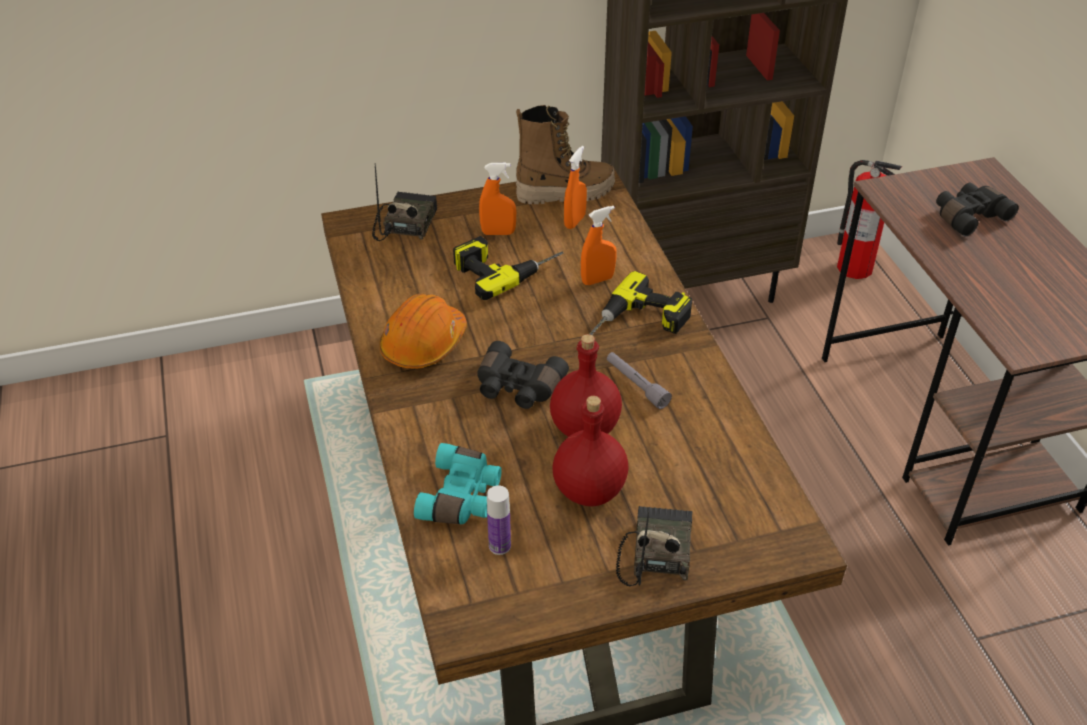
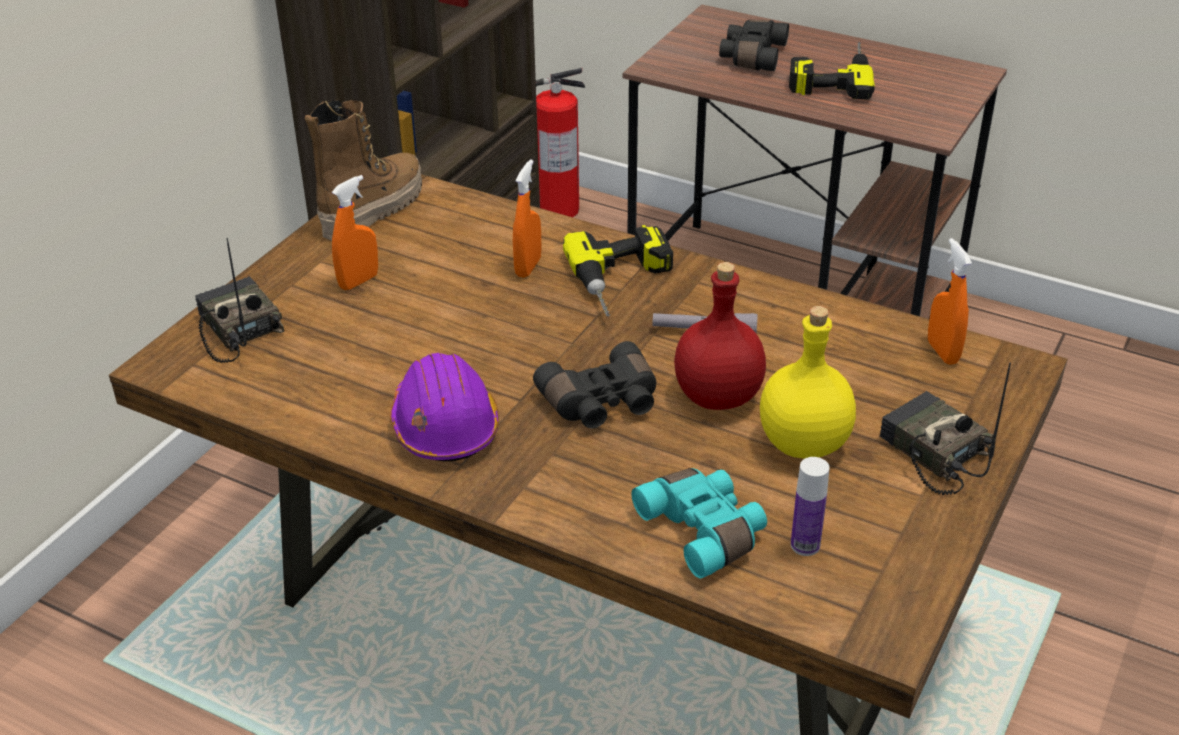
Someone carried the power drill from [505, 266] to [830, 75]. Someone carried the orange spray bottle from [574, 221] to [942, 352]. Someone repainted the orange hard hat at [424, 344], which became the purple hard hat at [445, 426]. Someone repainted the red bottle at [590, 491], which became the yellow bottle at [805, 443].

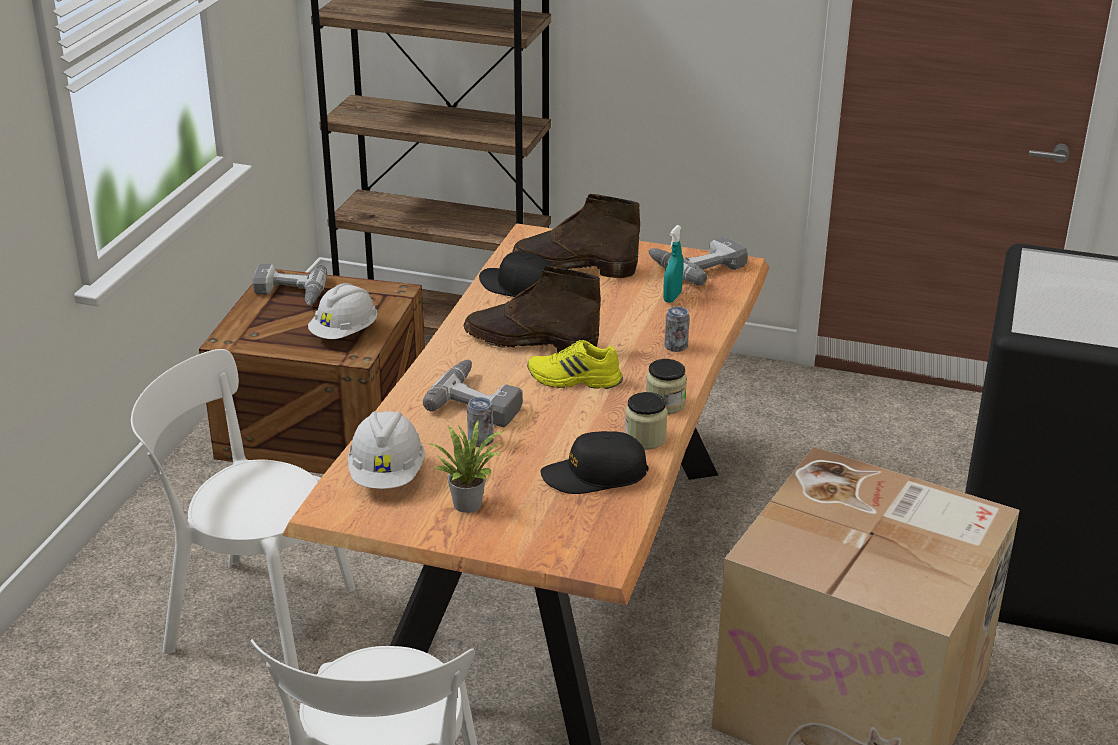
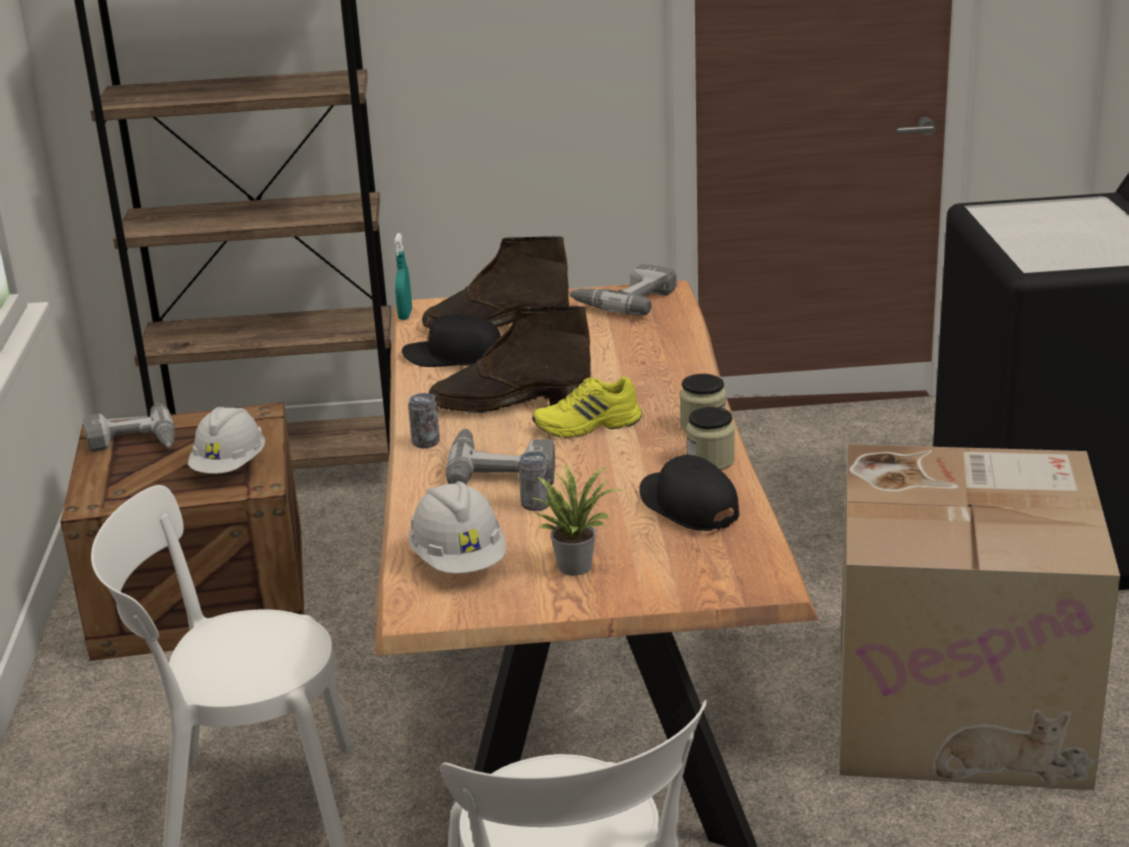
Someone carried the turquoise spray bottle from [672, 297] to [405, 315]. Someone carried the can from [676, 346] to [426, 442]. Someone rotated the black cap at [594, 475] by 90 degrees clockwise.

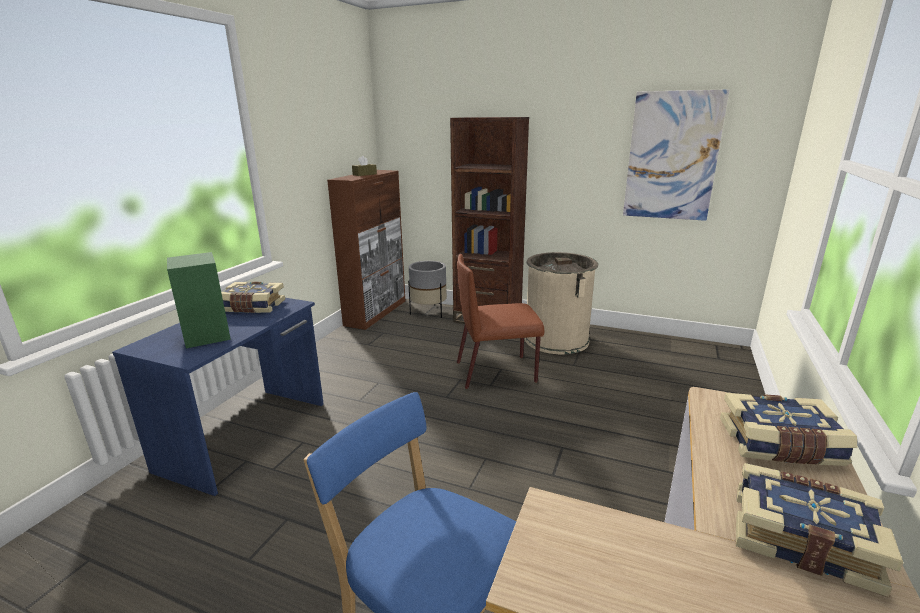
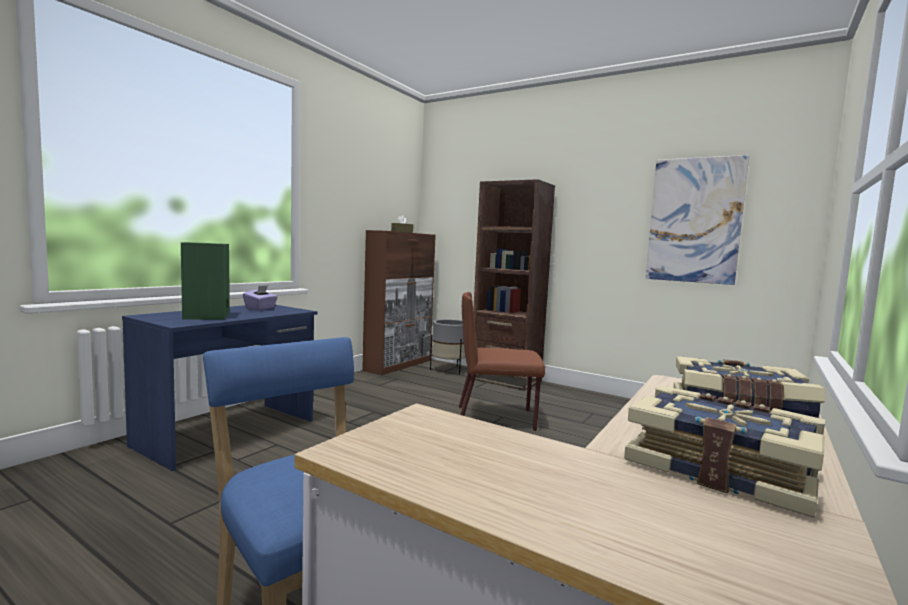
Someone took away the beige trash can at [556, 339]. Someone swapped the book at [252, 307] for the purple tissue box at [261, 308].

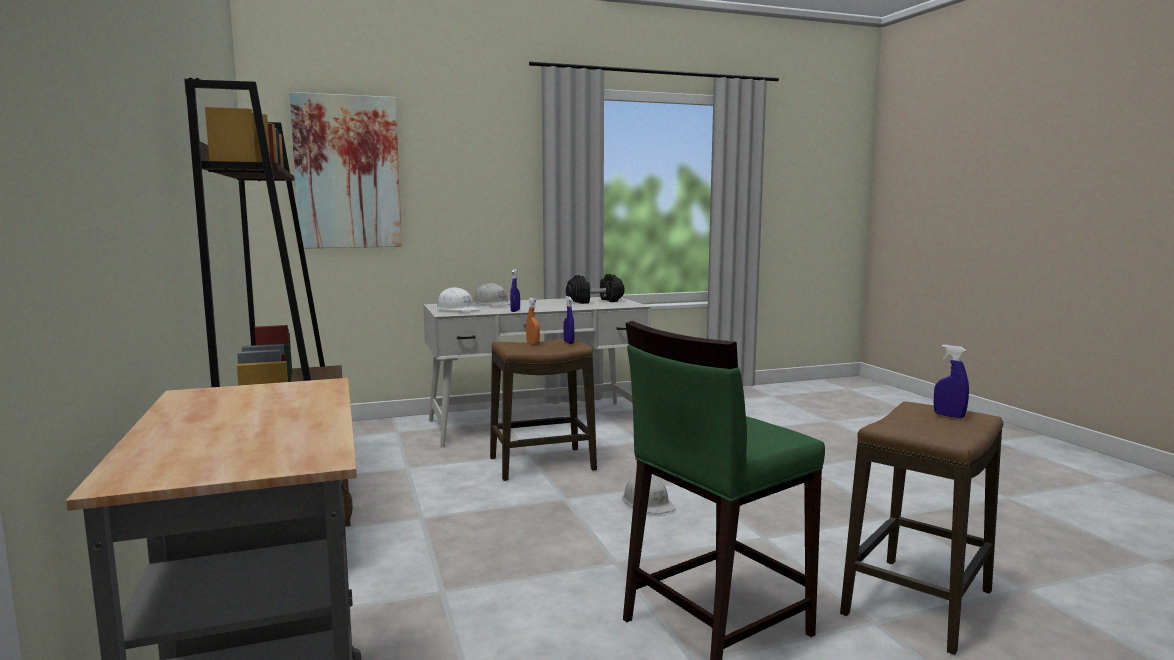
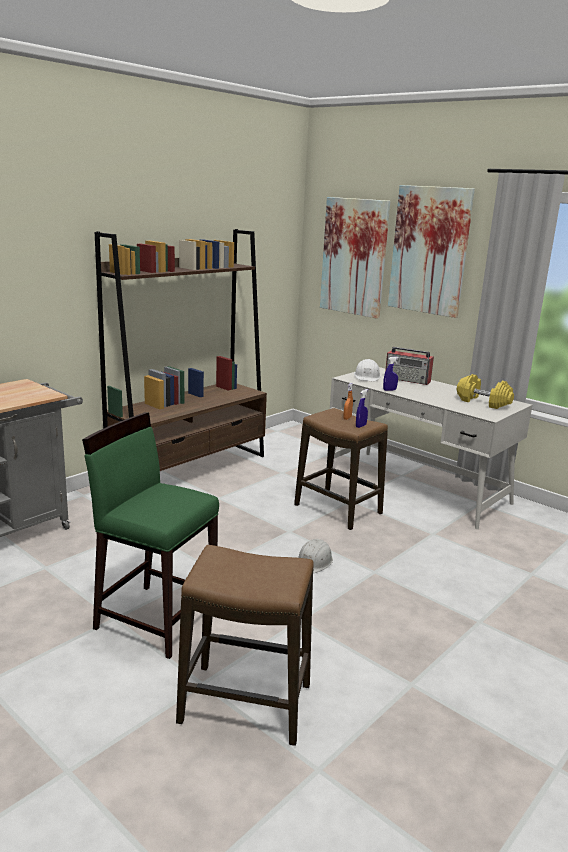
Someone took away the blue spray bottle at [949, 415]. Someone put up the picture at [429, 251]. Someone swapped the white hard hat at [492, 304] for the radio at [408, 380]. Someone repainted the black dumbbell at [595, 301], which became the yellow dumbbell at [483, 402].

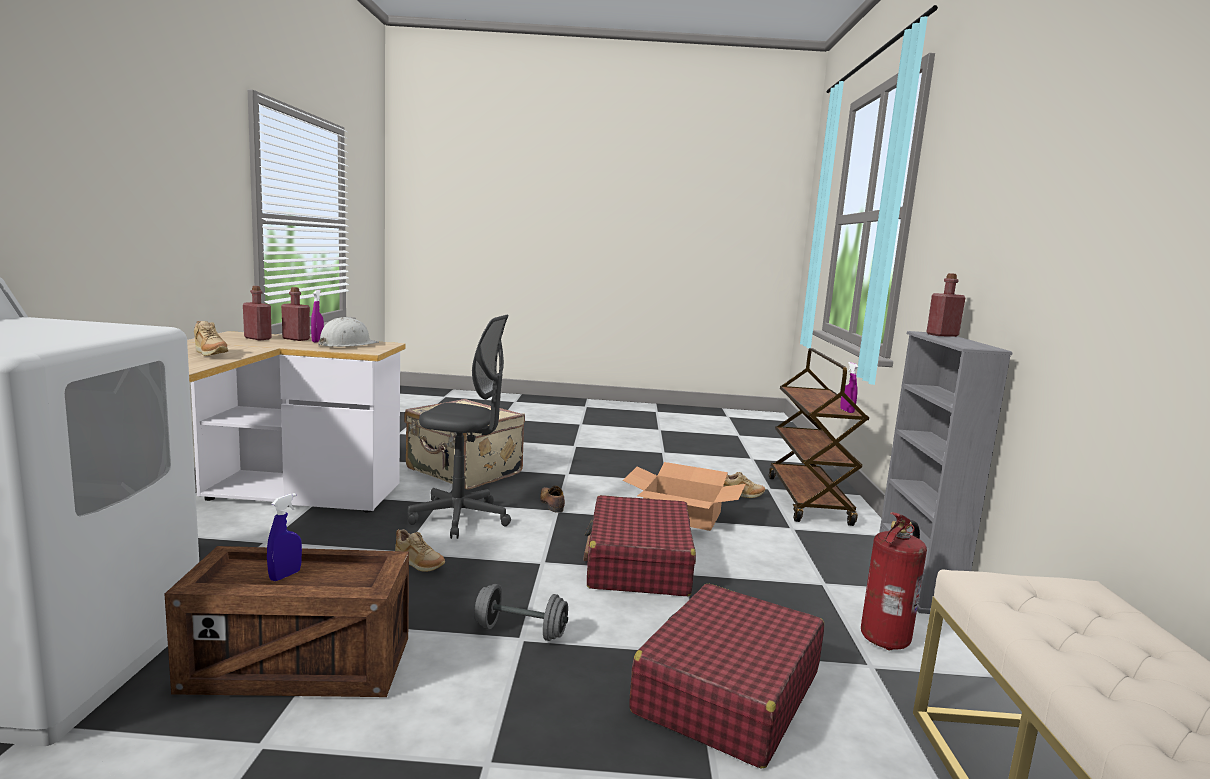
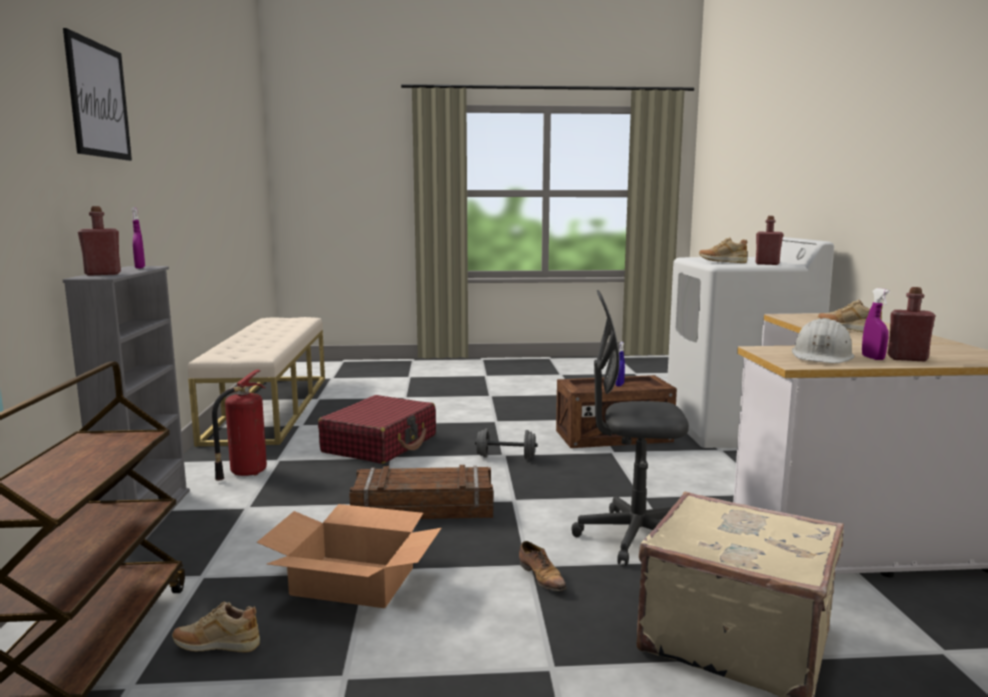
Someone put up the picture at [98, 100]. Someone carried the red bottle from [257, 338] to [767, 264]. Someone carried the beige shoe from [419, 566] to [722, 262]. Someone carried the purple spray bottle from [847, 411] to [140, 268]. Someone swapped the red suitcase at [638, 564] for the crate at [423, 507].

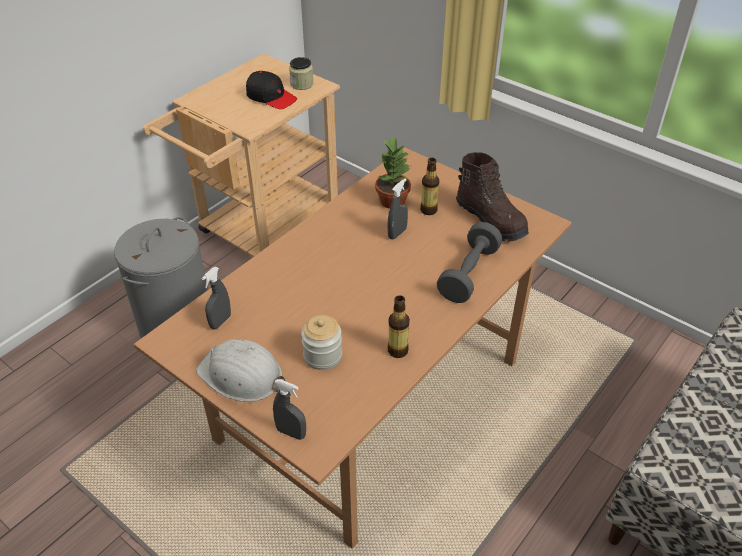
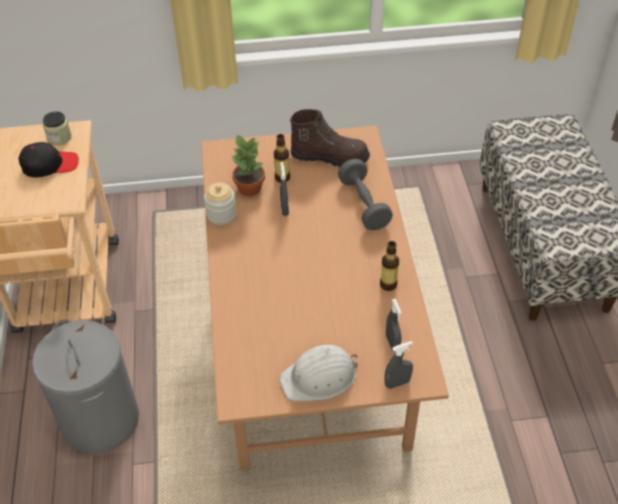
Someone carried the grey spray bottle from [220, 321] to [392, 343]. Someone carried the jar from [322, 356] to [221, 215].

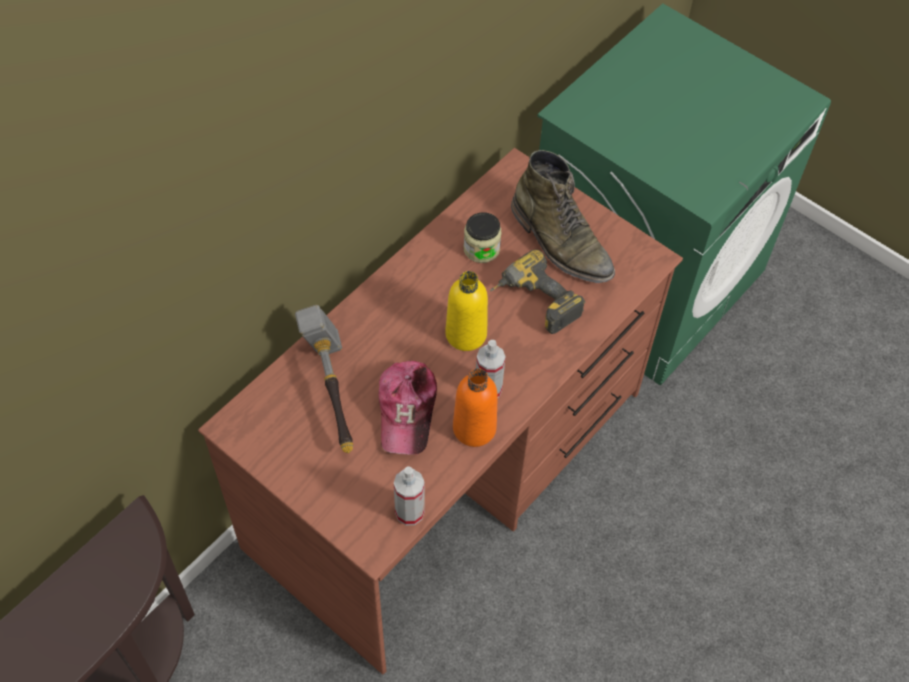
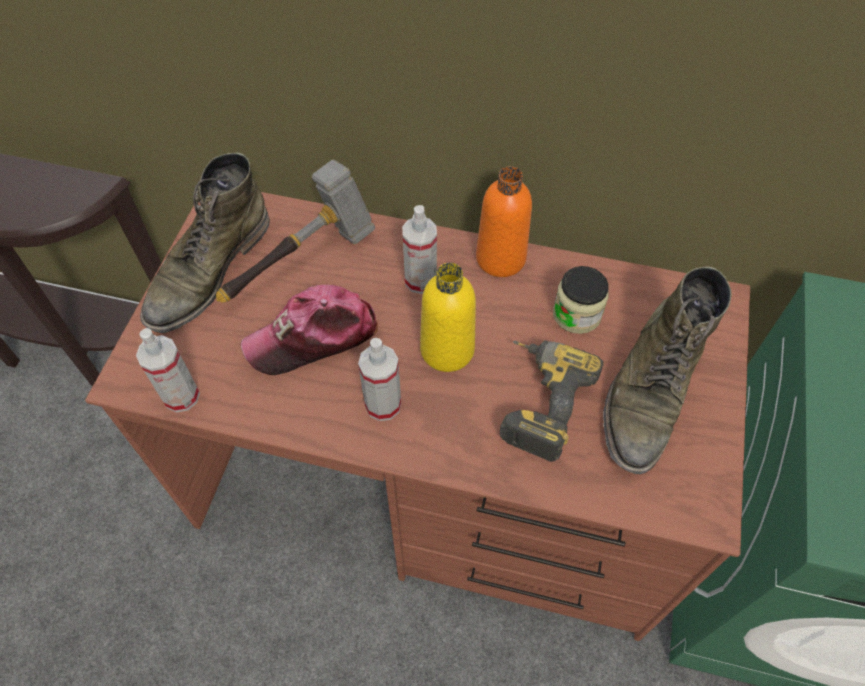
Someone put down the green boot at [208, 270]. Someone put down the spray bottle at [420, 280]. Someone carried the orange bottle from [474, 428] to [500, 258].

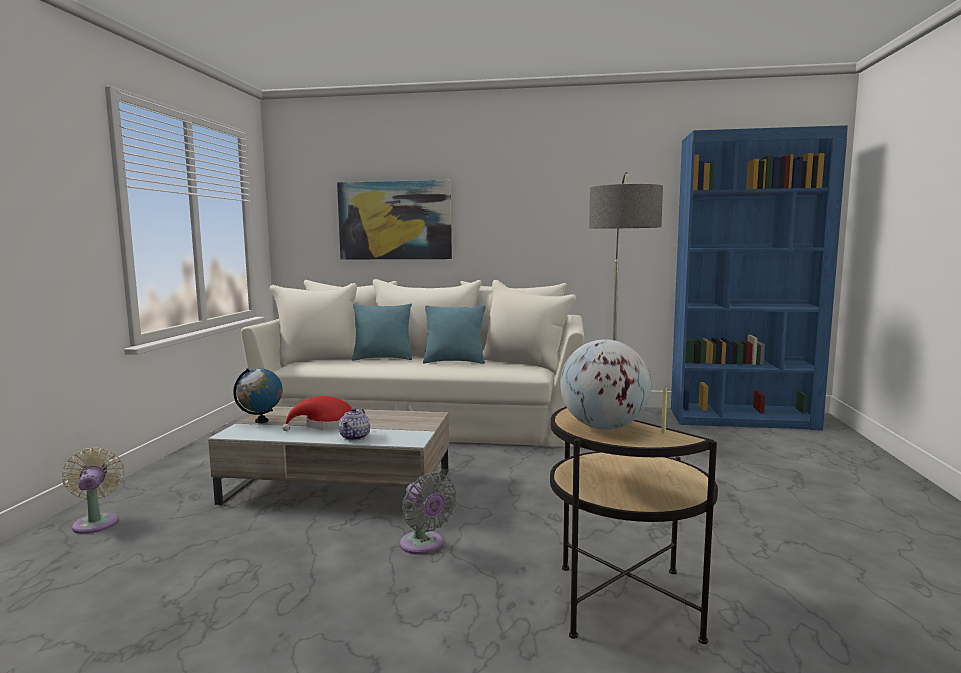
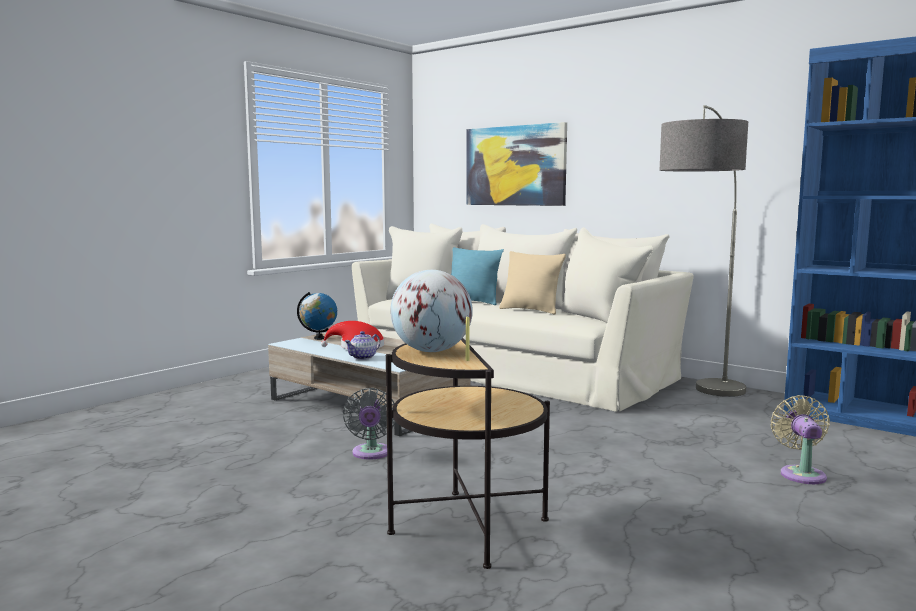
Someone carried the beige fan from [96, 522] to [801, 473]. Someone repainted the turquoise pillow at [454, 362], which became the beige pillow at [530, 310].

